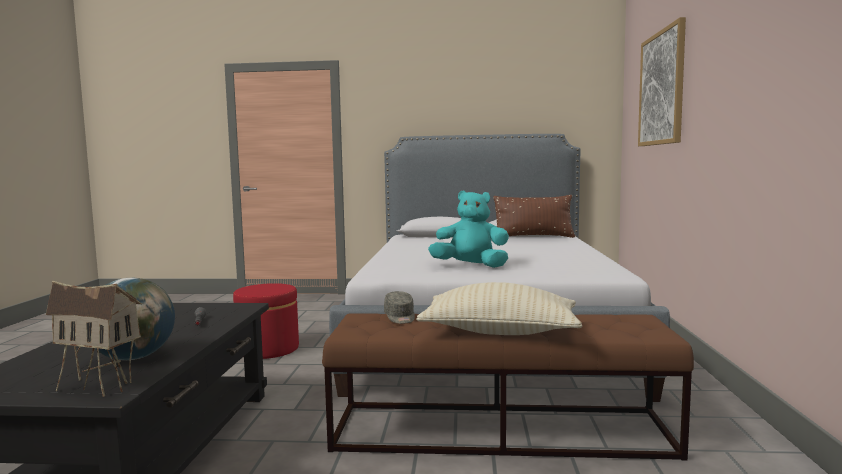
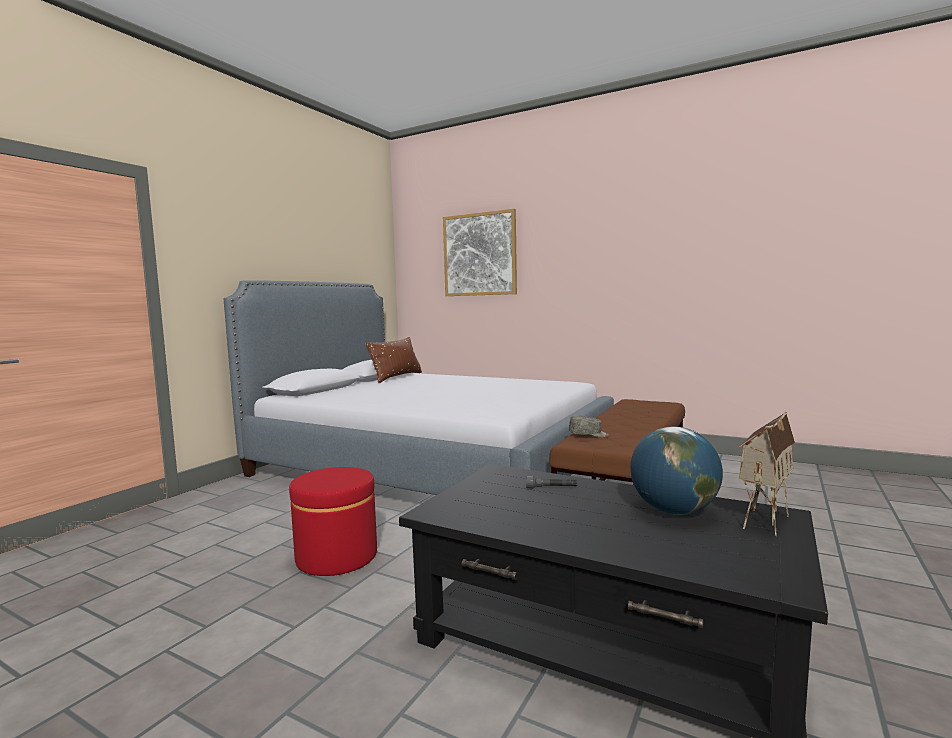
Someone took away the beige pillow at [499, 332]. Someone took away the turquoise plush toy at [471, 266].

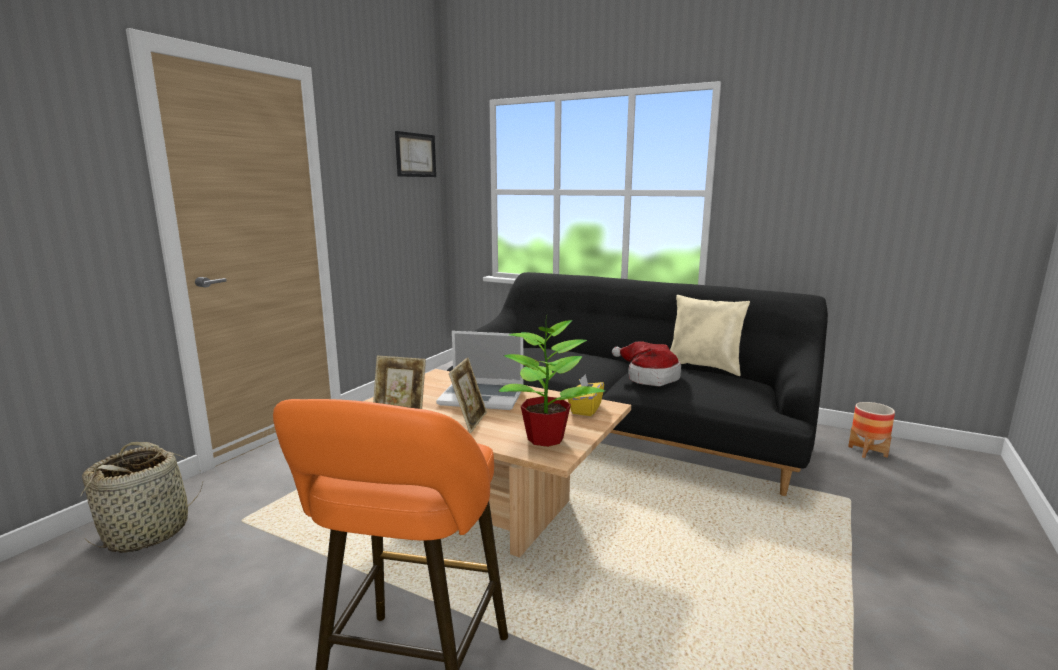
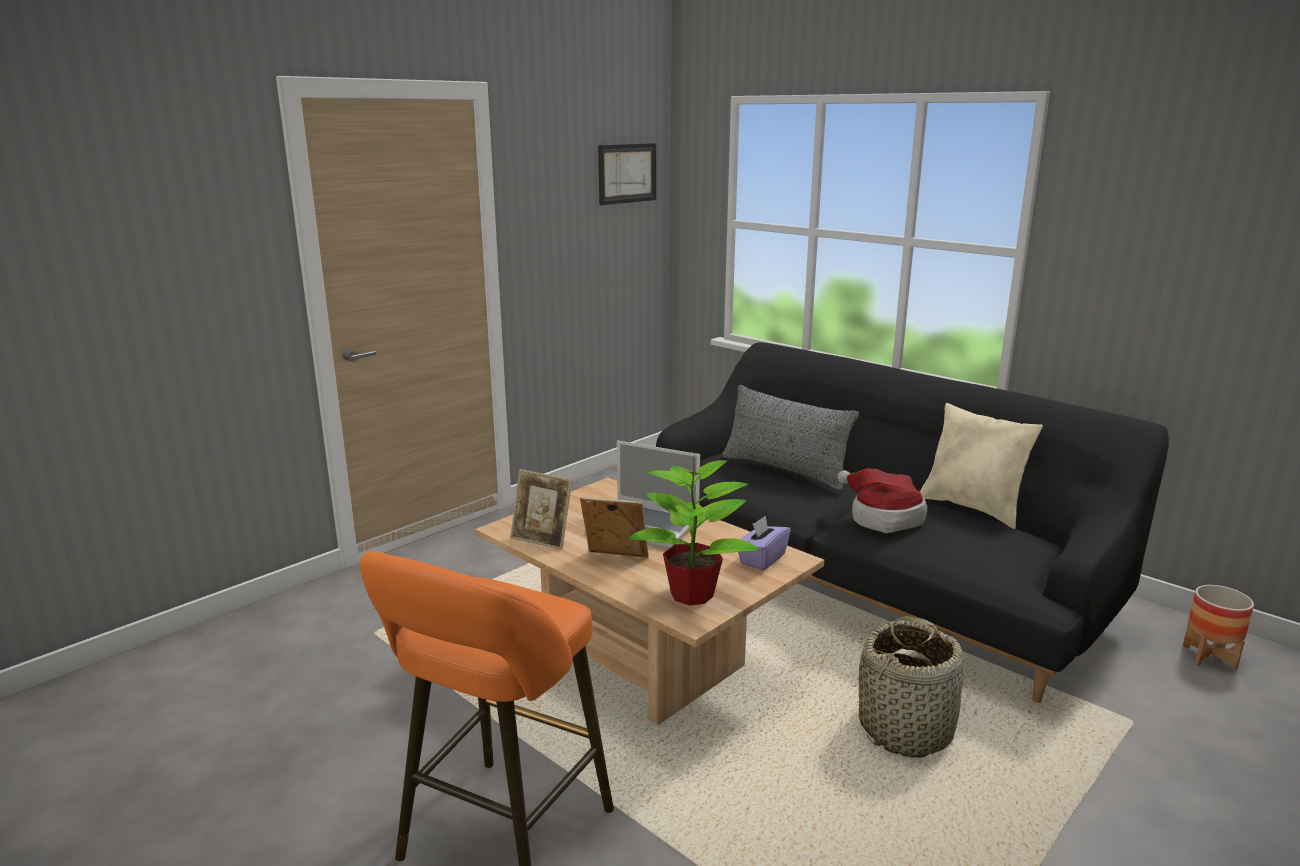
Someone put down the grey pillow at [784, 470]. Someone carried the basket from [148, 532] to [906, 729]. Someone repainted the yellow tissue box at [585, 409], which became the purple tissue box at [762, 559]. Someone rotated the picture frame at [469, 421] by 105 degrees counterclockwise.

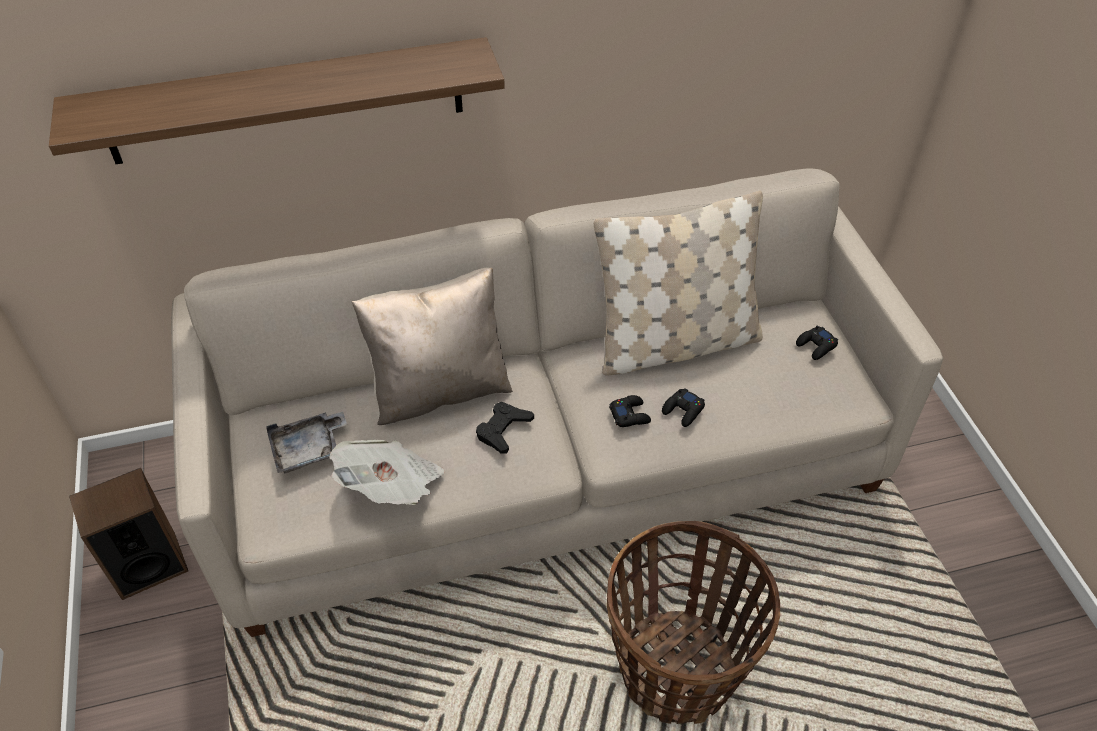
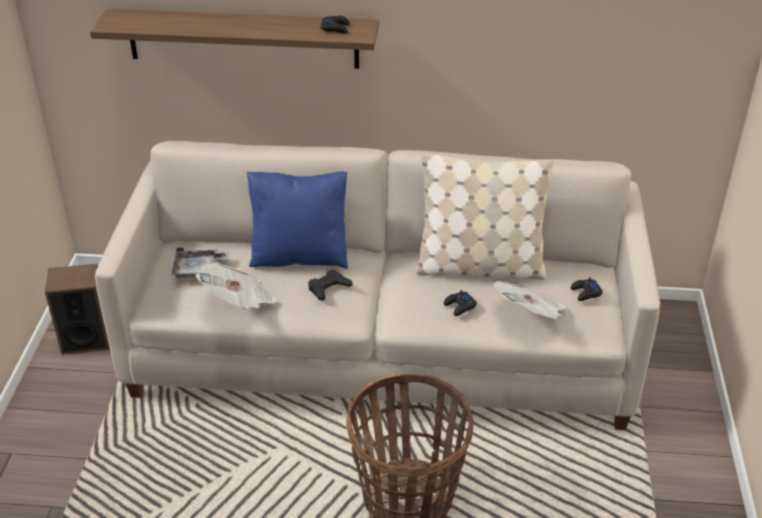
Someone put down the newspaper at [530, 315]. Someone carried the black game controller from [630, 415] to [335, 28]. Someone repainted the beige pillow at [439, 390], which became the blue pillow at [300, 256].

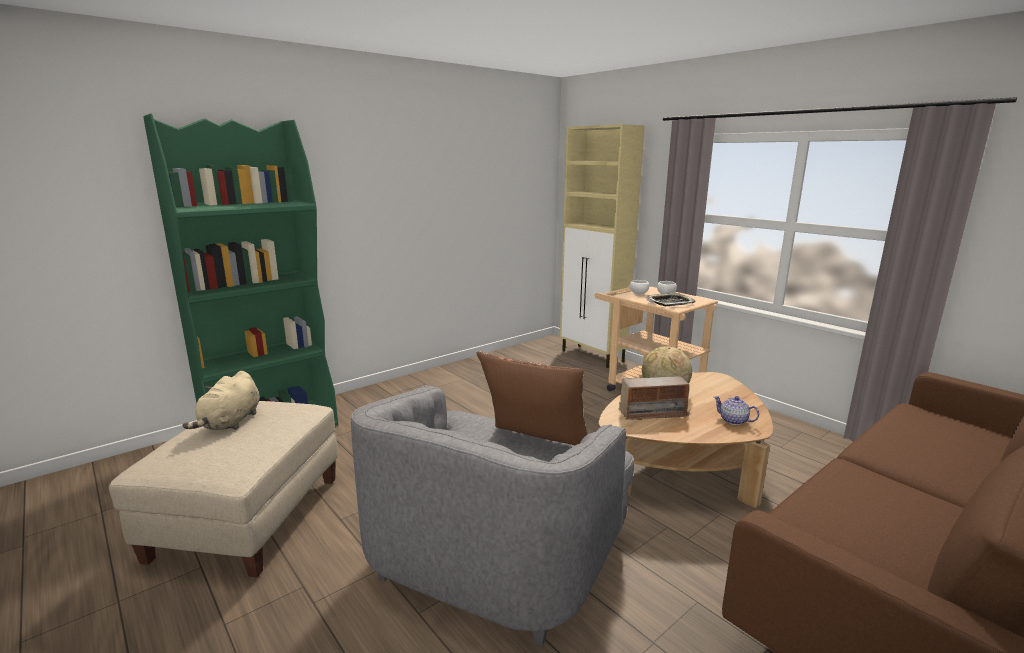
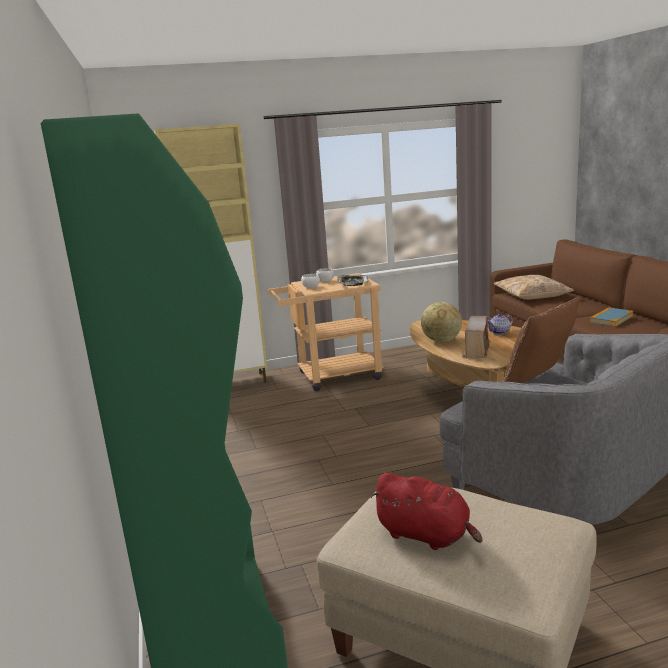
Someone put down the beige pillow at [532, 295]. Someone put down the book at [611, 319]. Someone repainted the beige plush toy at [230, 423], which became the red plush toy at [426, 535].

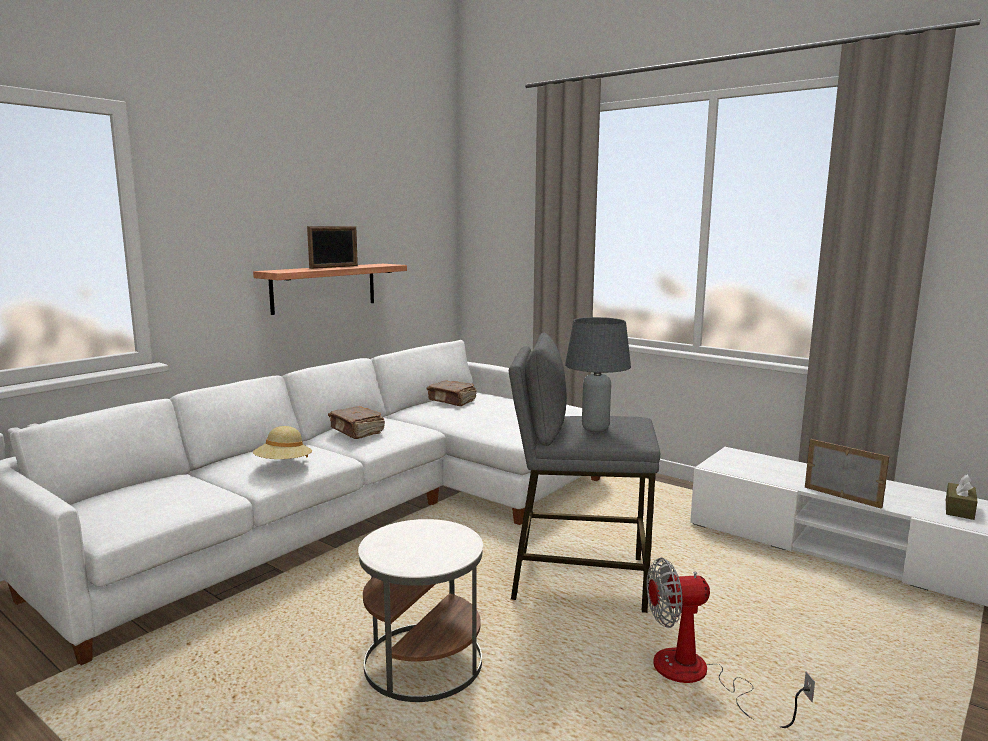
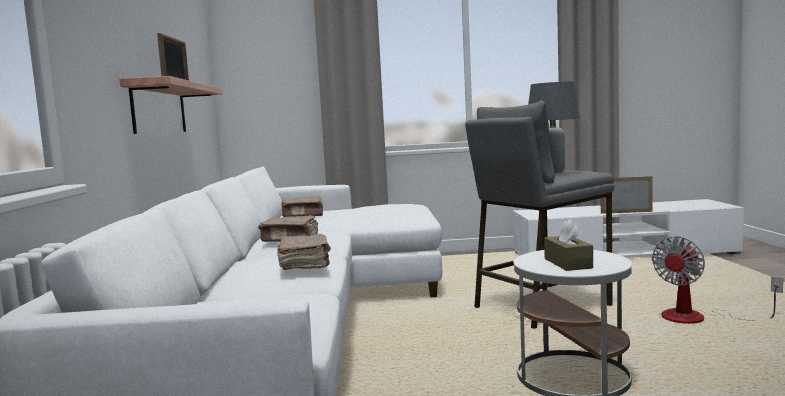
Someone carried the brown tissue box from [959, 509] to [568, 263]. Someone swapped the beige hat at [283, 465] for the brown book at [305, 264].

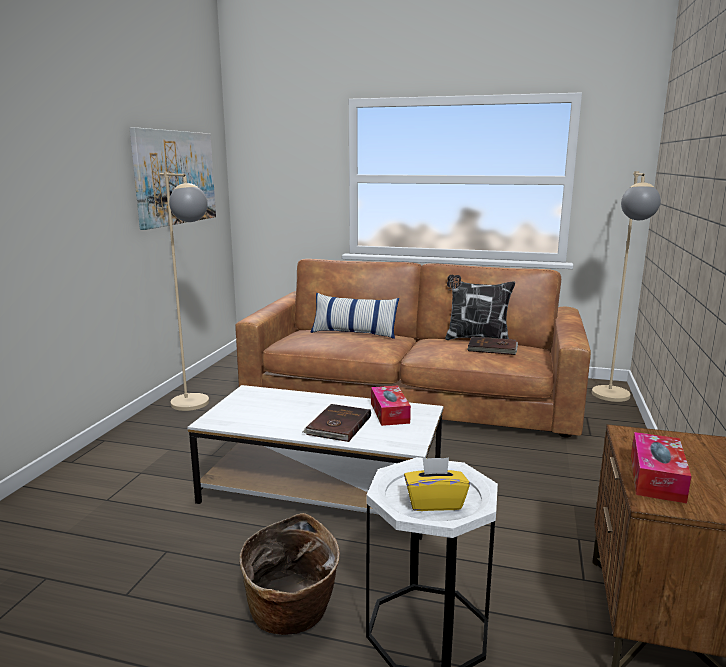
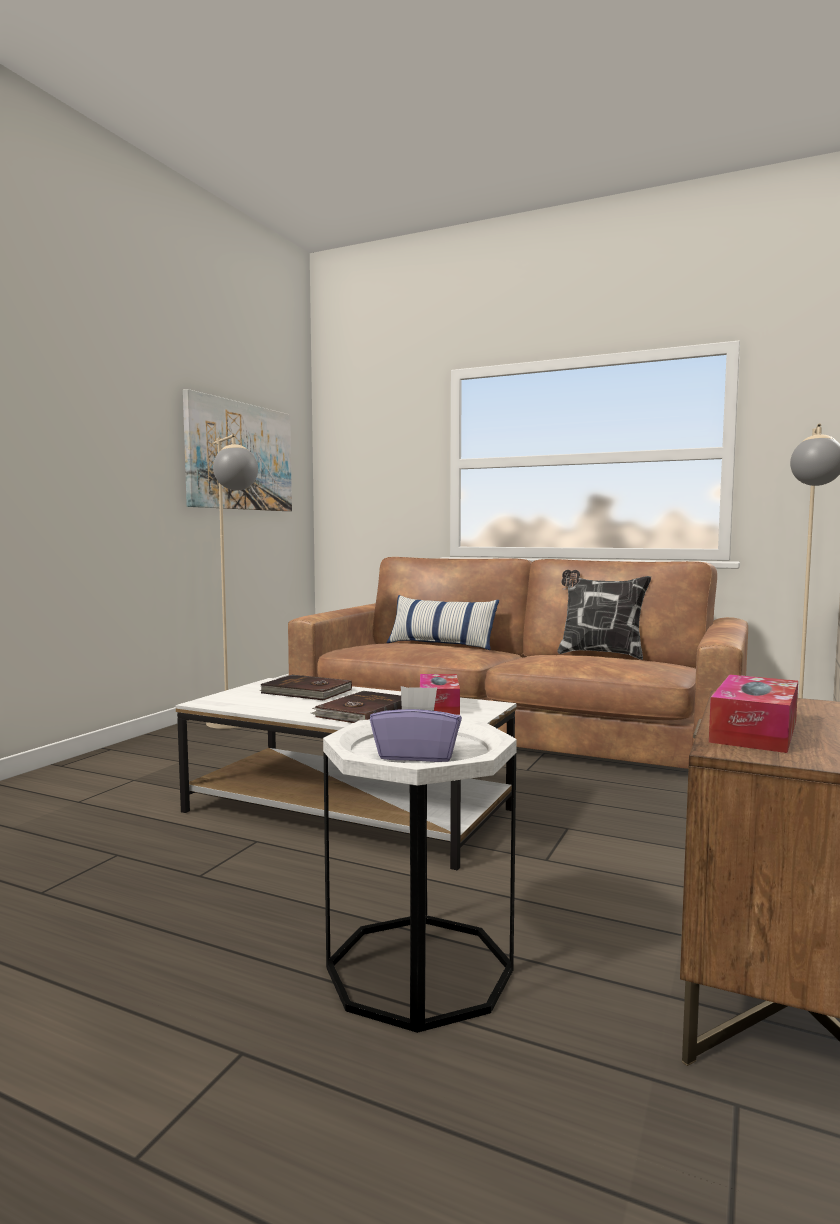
Someone took away the basket at [292, 615]. Someone carried the brown book from [492, 348] to [306, 692]. Someone repainted the yellow tissue box at [434, 502], which became the purple tissue box at [417, 755].

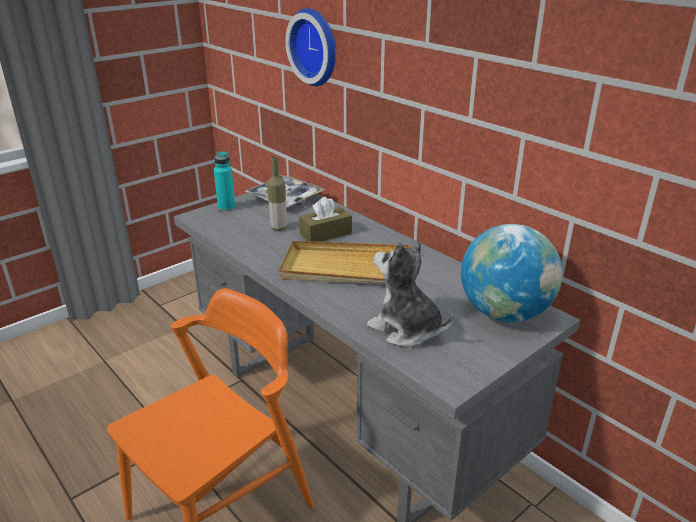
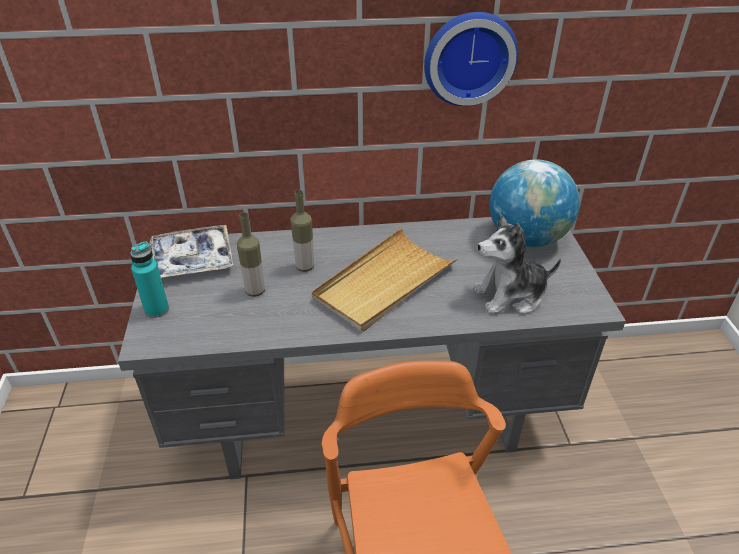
Someone carried the wall clock from [316, 47] to [469, 57]. Someone swapped the brown tissue box at [325, 234] for the bottle at [305, 267].

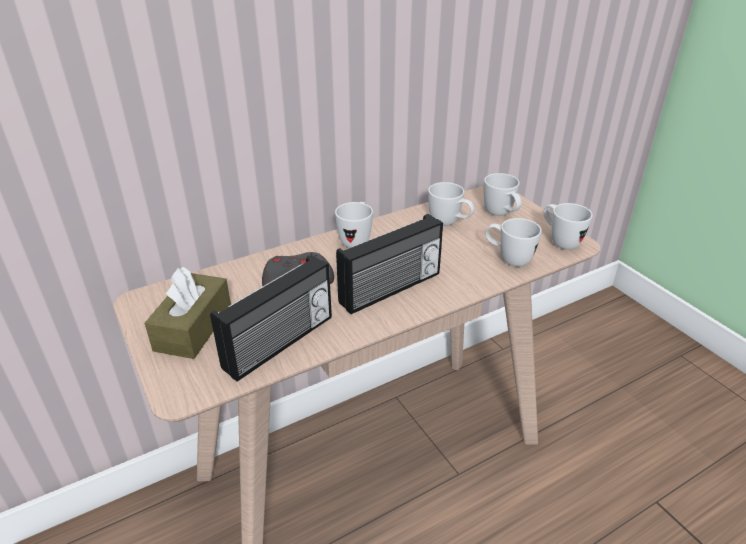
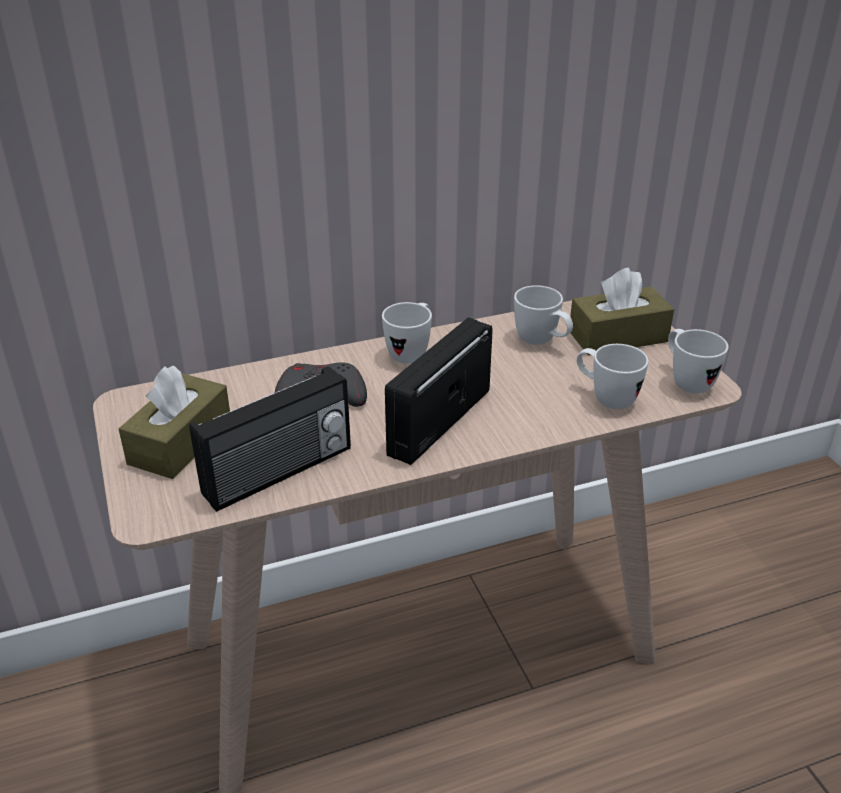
Someone swapped the white mug at [501, 214] for the brown tissue box at [618, 336]. Someone rotated the radio at [391, 289] by 150 degrees clockwise.

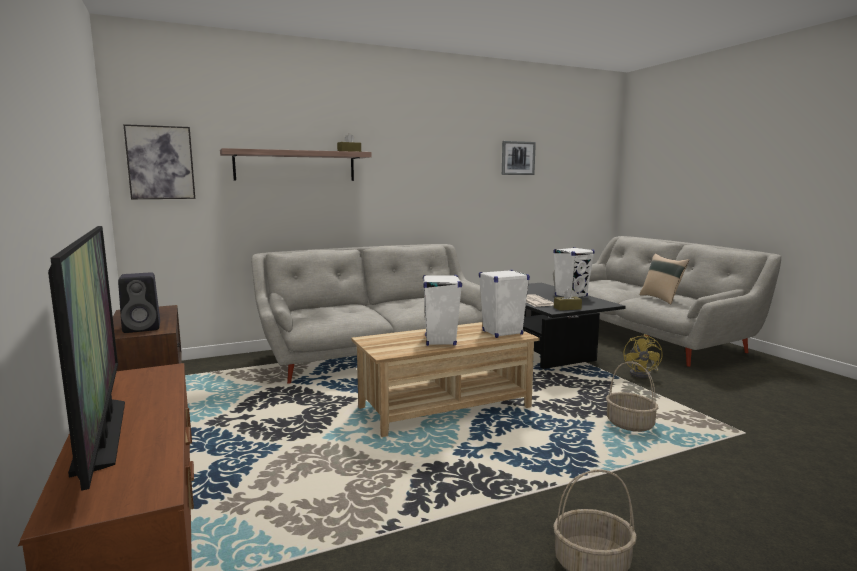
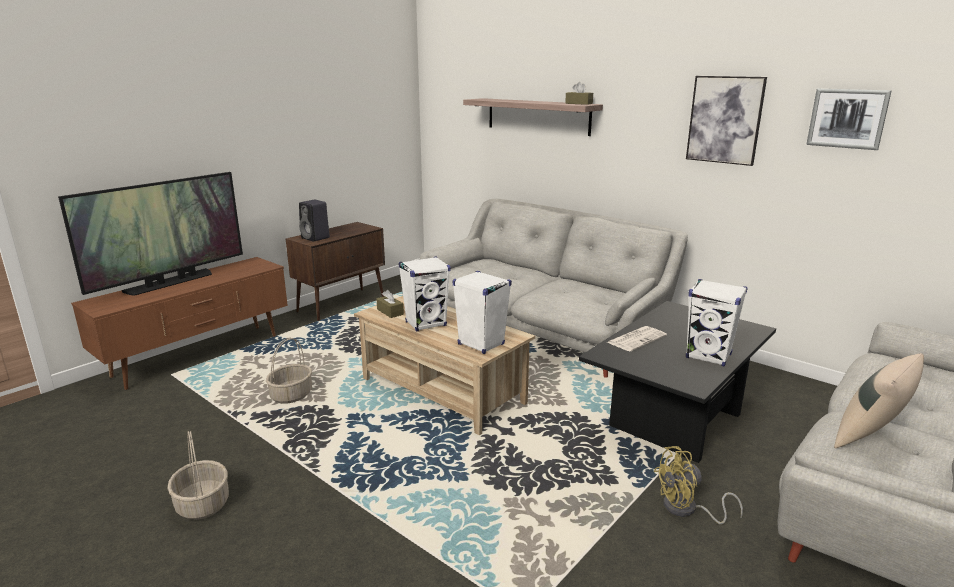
Someone carried the picture from [160, 162] to [725, 120]. Someone carried the brown tissue box from [567, 308] to [390, 312]. Someone carried the basket from [629, 424] to [291, 395].

